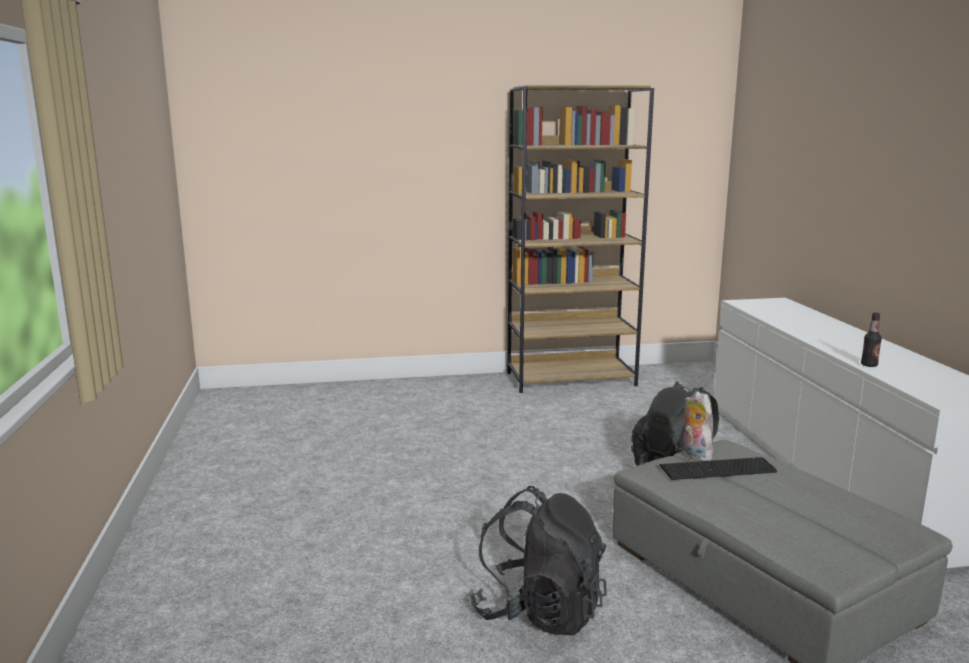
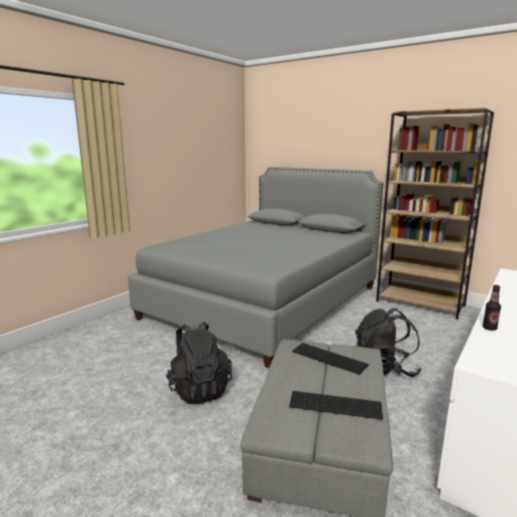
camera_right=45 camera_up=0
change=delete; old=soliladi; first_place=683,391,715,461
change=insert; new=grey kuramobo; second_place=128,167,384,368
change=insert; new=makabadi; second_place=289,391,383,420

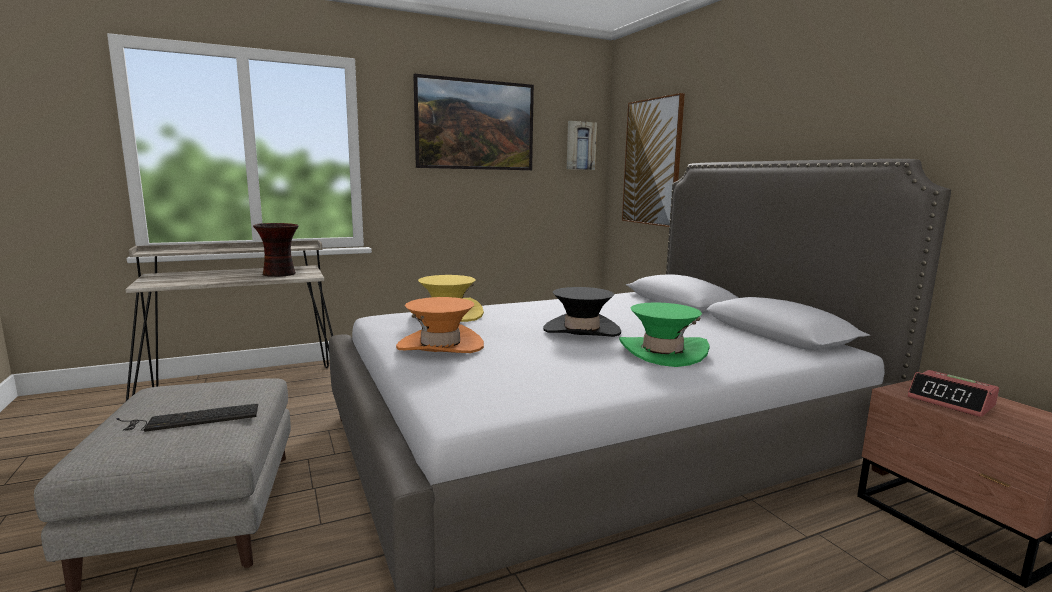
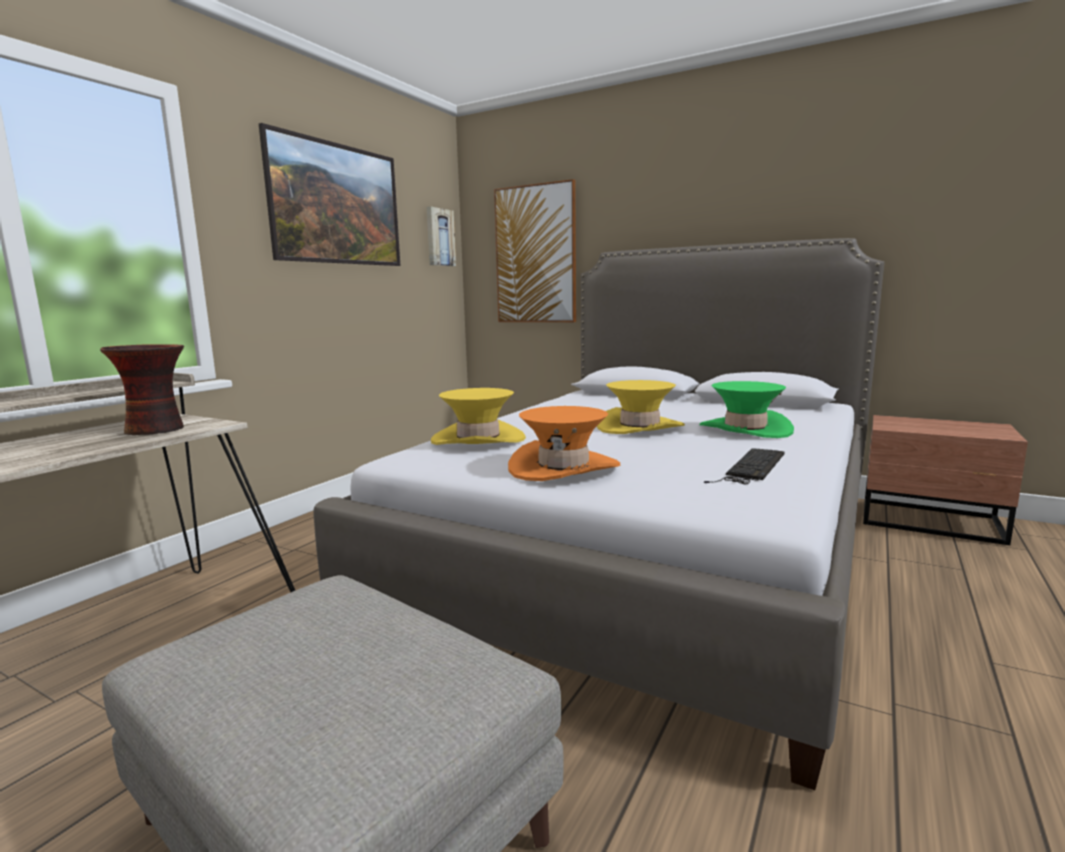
camera_right=-35 camera_up=0
change=delete; old=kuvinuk; first_place=907,370,999,417
change=move; old=makabadi; first_place=116,404,258,432; second_place=704,448,785,484
change=recolor; old=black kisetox; new=yellow kisetox; first_place=543,287,621,337; second_place=597,380,685,434

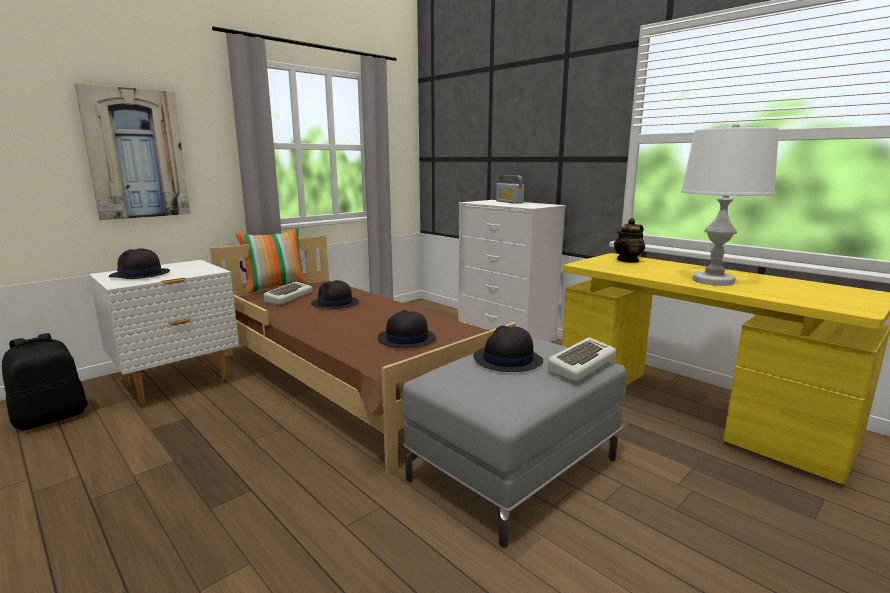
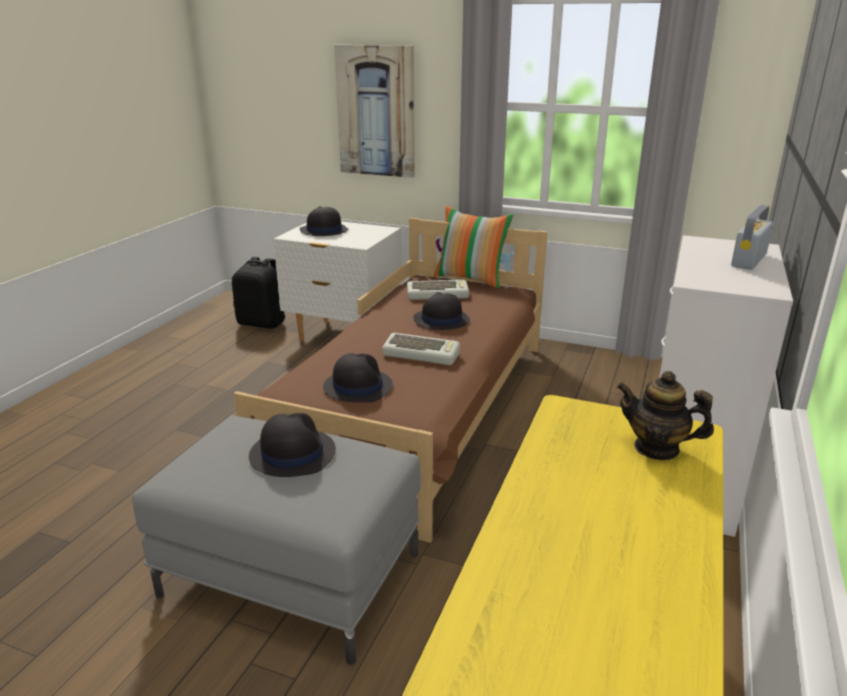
camera_right=65 camera_up=10
change=delete; old=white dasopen; first_place=681,123,779,286
change=move; old=makabadi; first_place=547,337,616,382; second_place=382,333,460,365

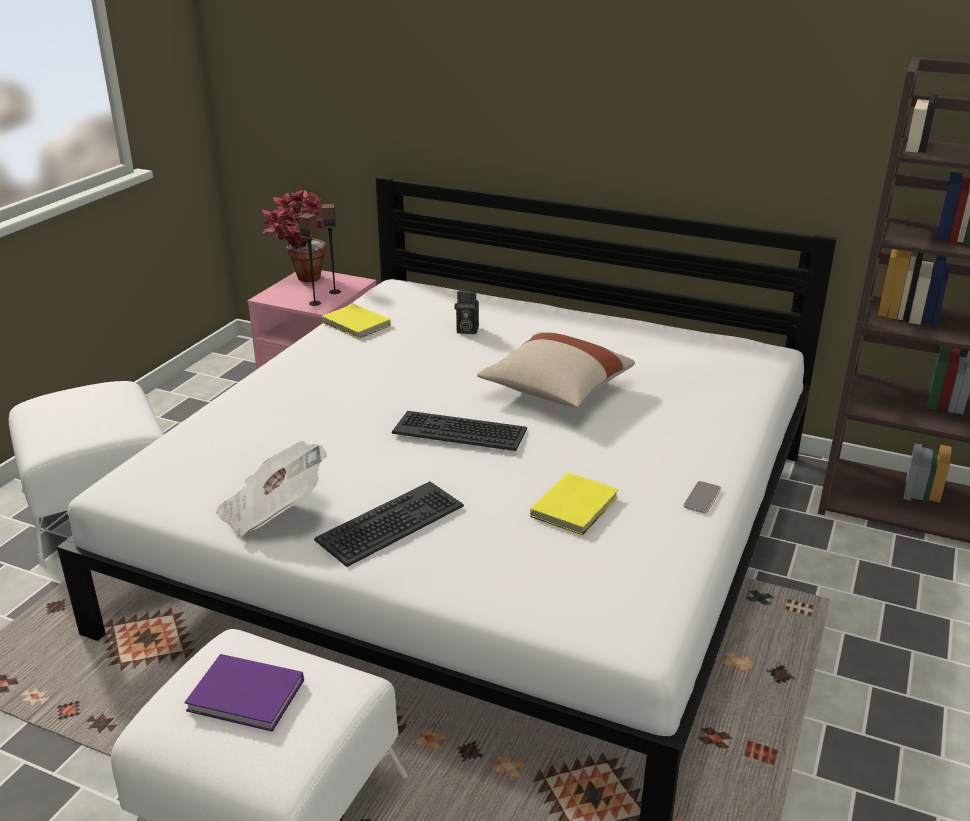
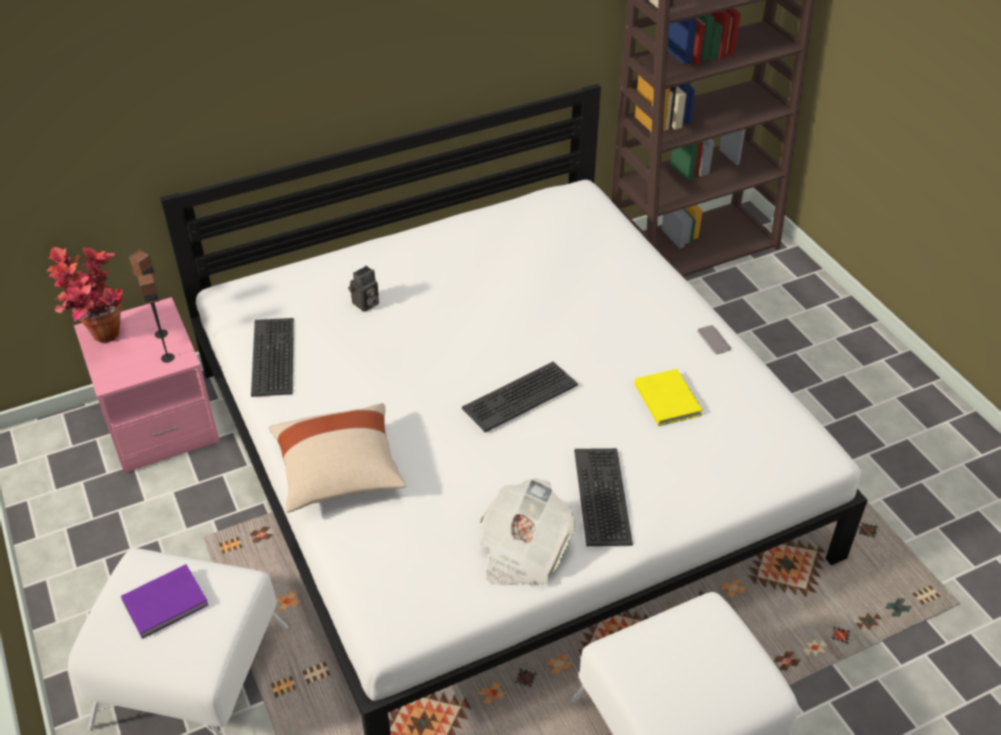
camera_right=-50 camera_up=15
change=move; old=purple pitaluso; first_place=184,654,304,732; second_place=121,564,208,639
change=move; old=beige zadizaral; first_place=477,332,635,408; second_place=268,403,406,513
change=replace; old=yellow pitaluso; new=makabadi; first_place=321,304,391,339; second_place=251,318,294,397

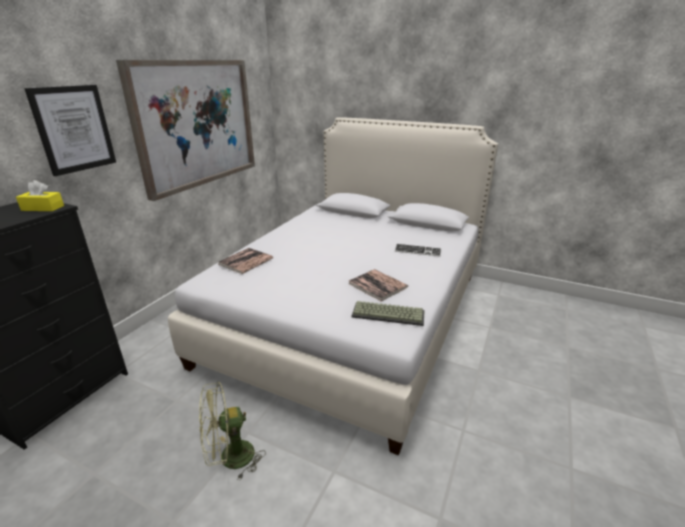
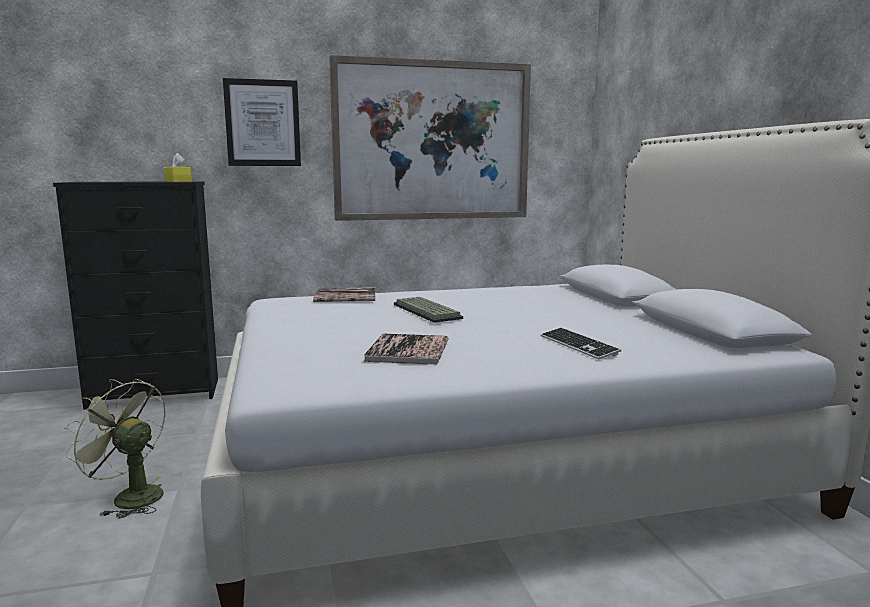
camera_right=50 camera_up=-15
change=move; old=makabadi; first_place=352,301,425,326; second_place=394,297,463,323

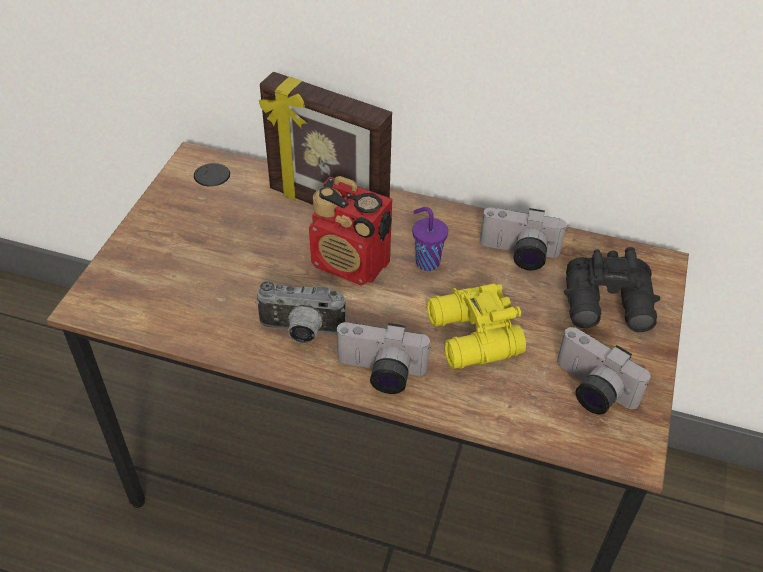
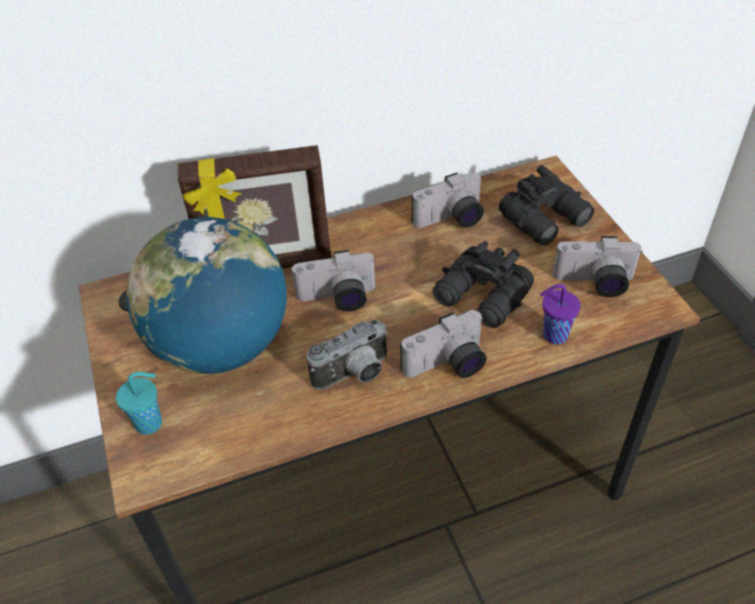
camera_right=-35 camera_up=0
change=insert; new=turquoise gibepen; second_place=116,372,162,435
change=insert; new=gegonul; second_place=126,217,287,374
change=move; old=purple gibepen; first_place=412,207,448,271; second_place=540,284,581,344
change=replace; old=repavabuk; new=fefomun; first_place=309,176,392,286; second_place=291,250,375,311
change=recolor; old=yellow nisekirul; new=black nisekirul; first_place=427,283,526,369; second_place=433,241,534,328

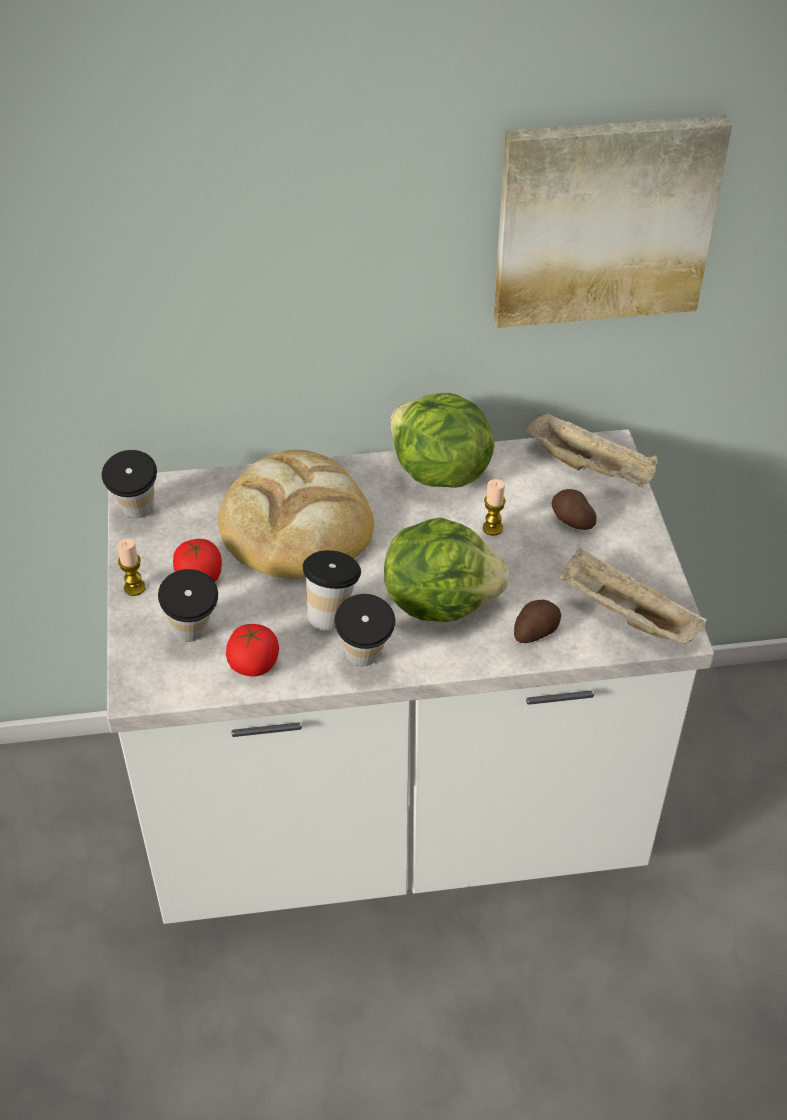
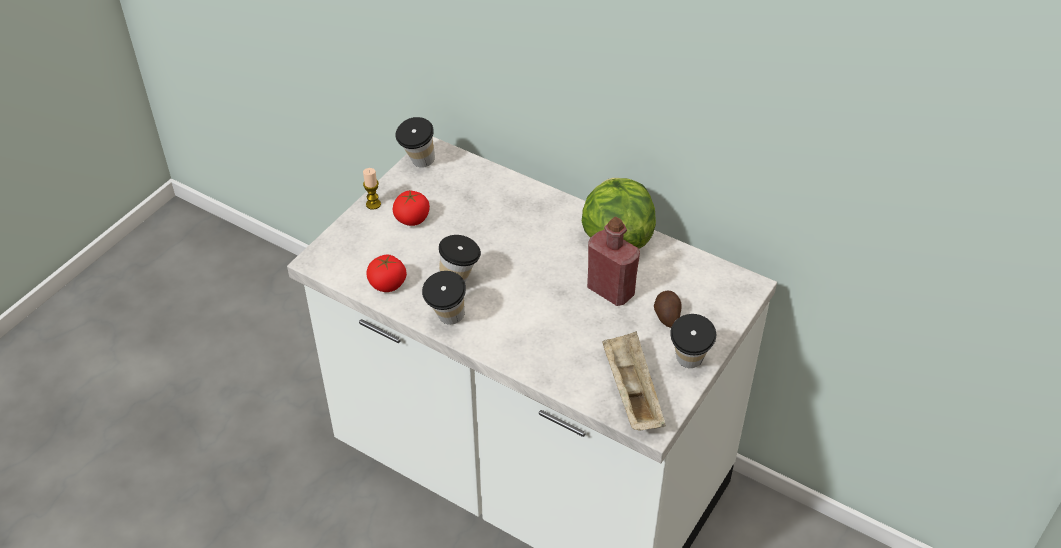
camera_right=40 camera_up=0
change=delete; old=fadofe; first_place=218,450,374,579
change=delete; old=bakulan; first_place=384,517,510,622
change=delete; old=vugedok; first_place=494,115,732,328
change=delete; old=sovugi; first_place=514,600,561,643
change=delete; old=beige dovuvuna; first_place=525,411,658,487
change=move; old=gibepen; first_place=158,569,218,642; second_place=670,314,716,368
change=replace; old=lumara; new=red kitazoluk; first_place=483,479,506,536; second_place=587,217,640,306

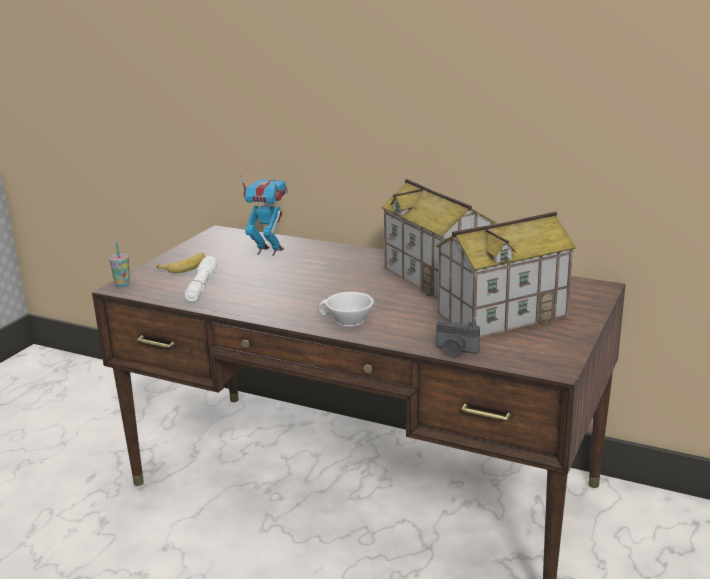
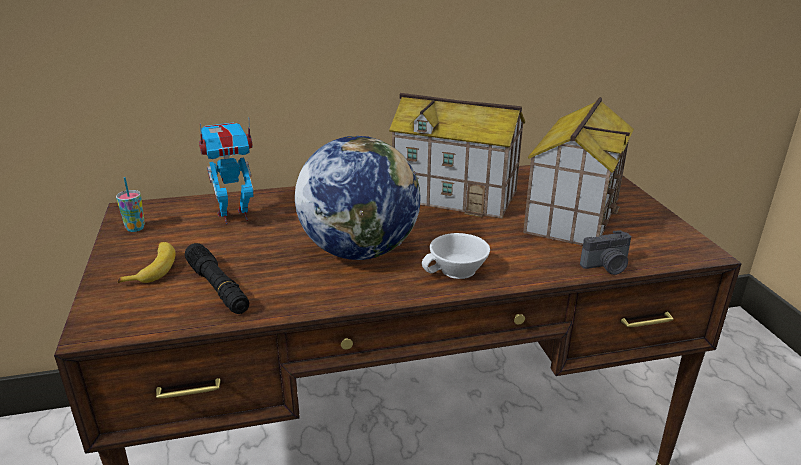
camera_right=-40 camera_up=5
change=insert; new=gegonul; second_place=295,136,421,260
change=move; old=gibepen; first_place=109,242,130,287; second_place=116,177,145,232
change=recolor; old=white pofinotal; new=black pofinotal; first_place=185,256,217,301; second_place=185,243,249,314

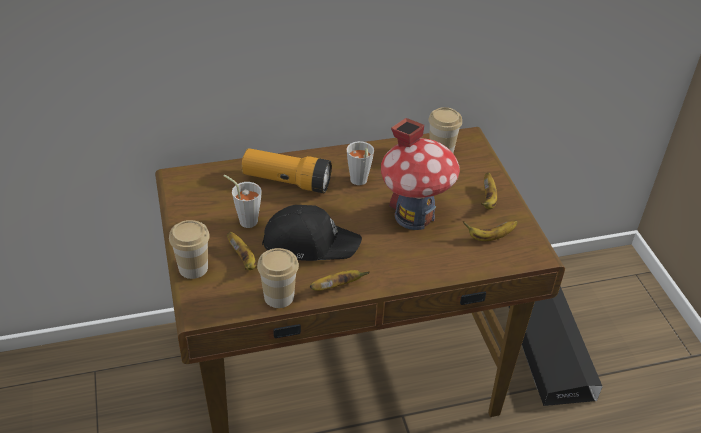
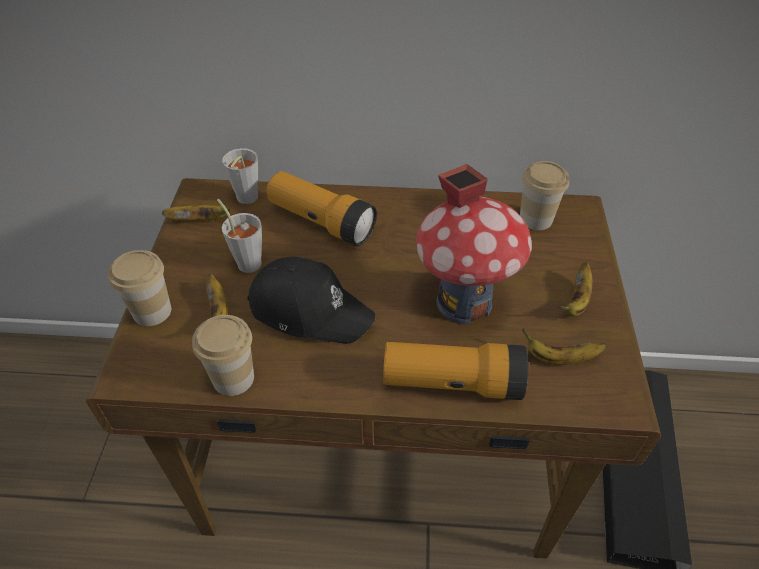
camera_right=20 camera_up=5
change=insert; new=pofinotal; second_place=383,342,528,400
change=move; old=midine; first_place=310,270,370,291; second_place=162,205,230,221
change=move; old=grey gibepen; first_place=346,141,374,185; second_place=222,148,258,204

